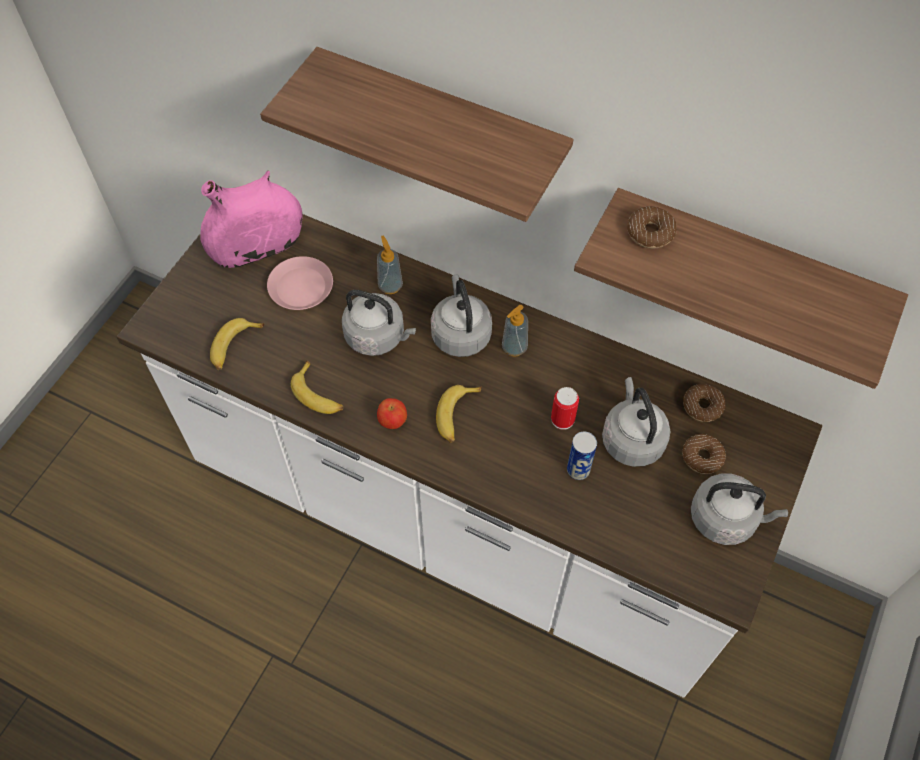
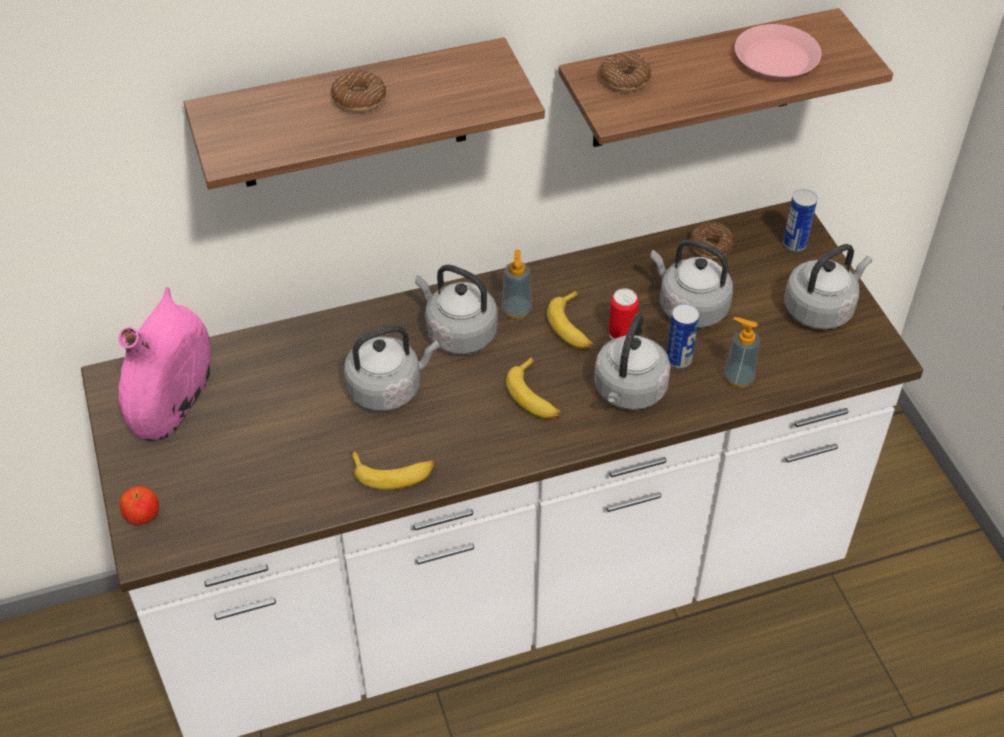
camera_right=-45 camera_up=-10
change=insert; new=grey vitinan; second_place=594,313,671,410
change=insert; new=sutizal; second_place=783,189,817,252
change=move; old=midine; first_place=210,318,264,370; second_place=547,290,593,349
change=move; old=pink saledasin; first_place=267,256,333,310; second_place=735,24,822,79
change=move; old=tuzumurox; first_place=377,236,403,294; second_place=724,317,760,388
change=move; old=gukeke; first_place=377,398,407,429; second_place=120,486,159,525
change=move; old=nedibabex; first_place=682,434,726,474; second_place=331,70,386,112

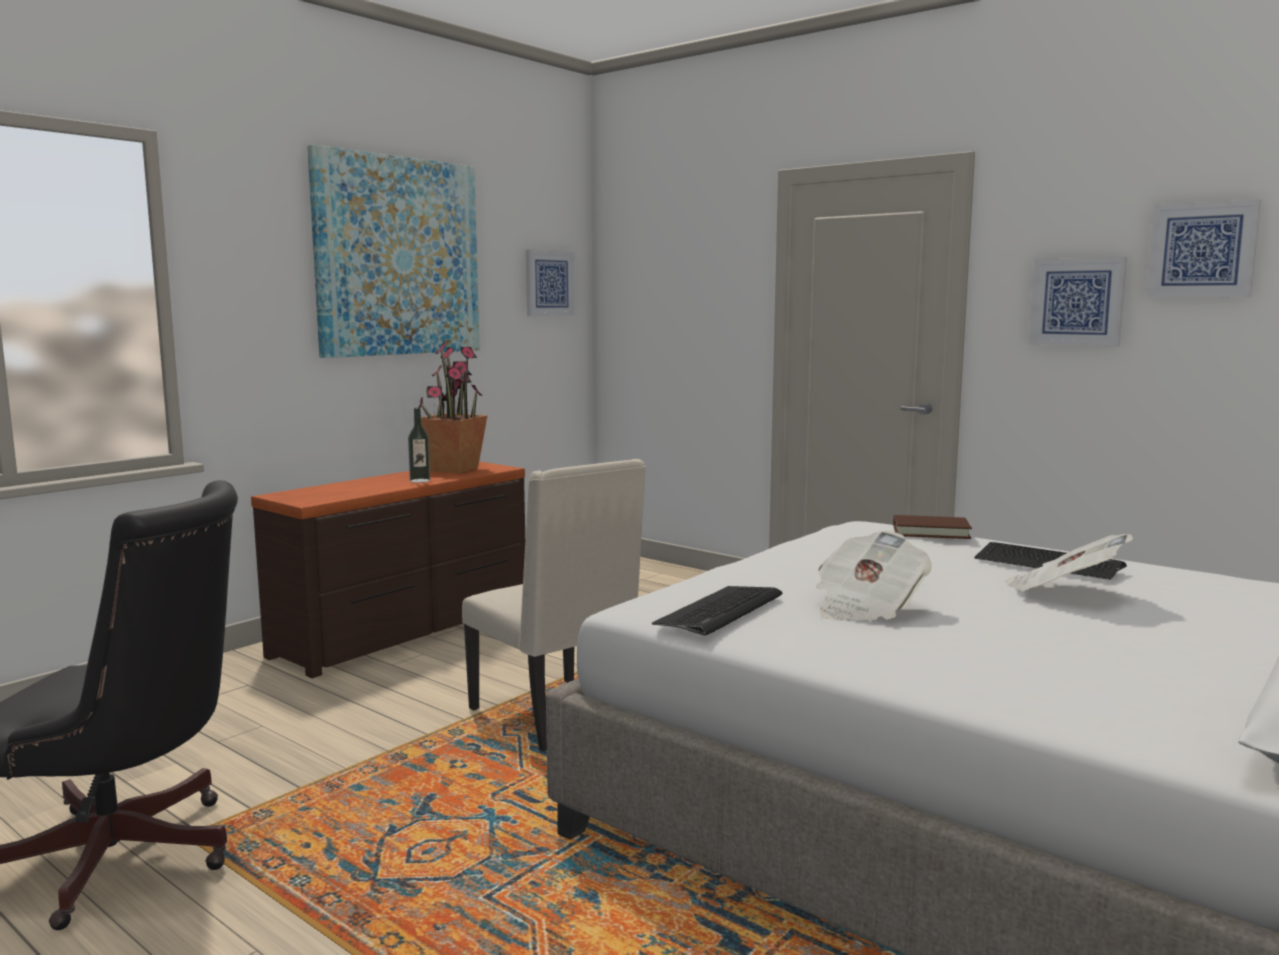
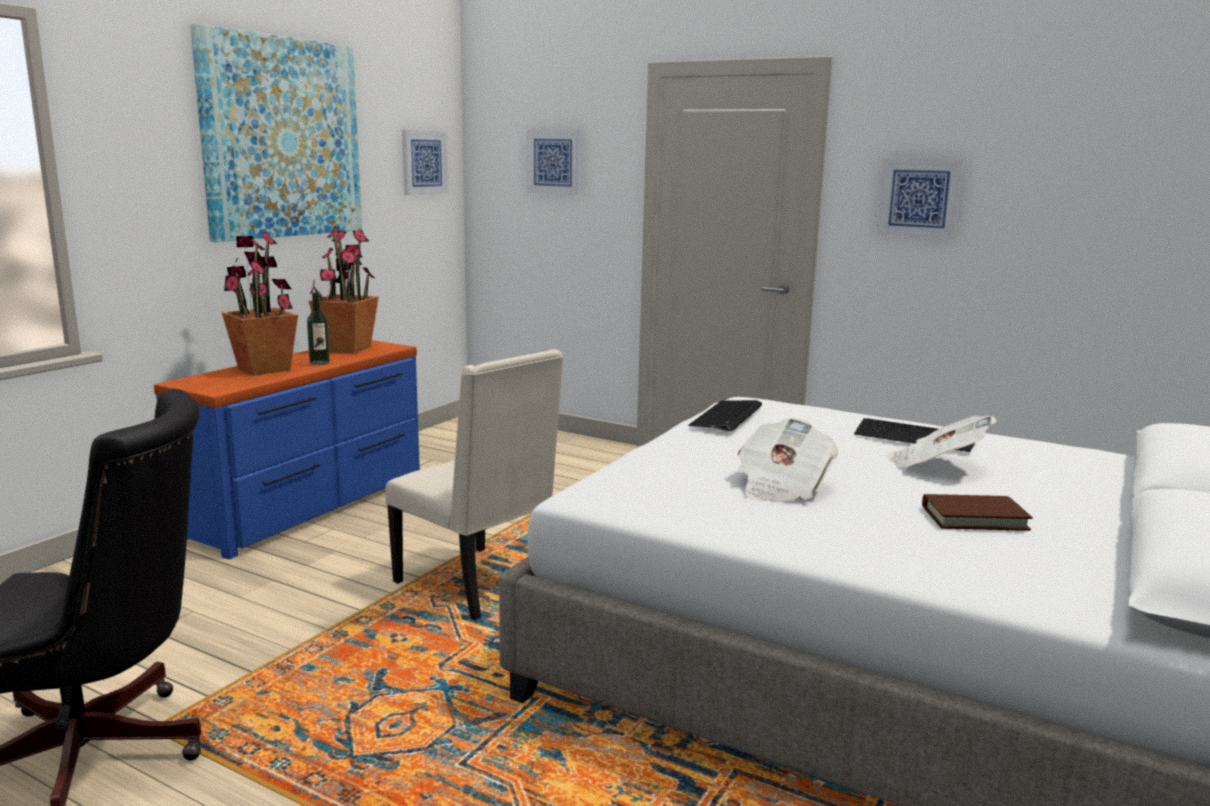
camera_right=-10 camera_up=5
change=insert; new=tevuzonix; second_place=222,232,298,376
change=move; old=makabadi; first_place=652,586,783,635; second_place=689,400,762,431
change=move; old=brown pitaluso; first_place=893,515,972,539; second_place=922,494,1033,531
change=move; old=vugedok; first_place=1146,199,1261,298; second_place=526,130,581,195
change=recolor; old=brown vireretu; new=blue vireretu; first_place=251,461,525,678; second_place=154,340,420,559

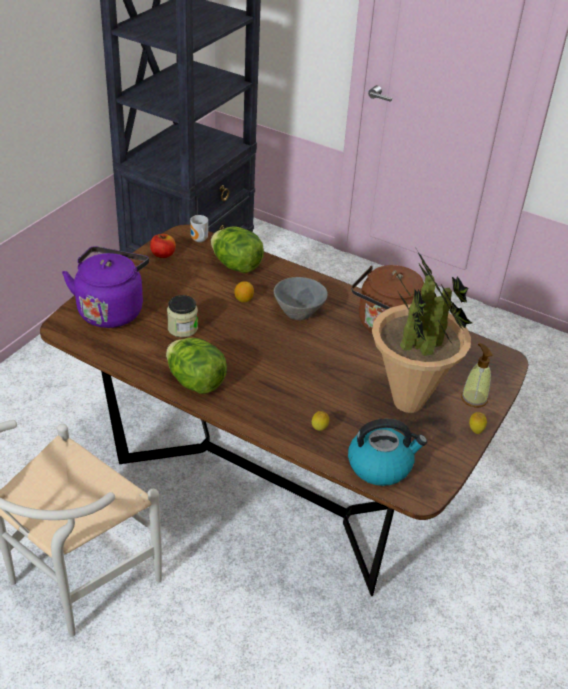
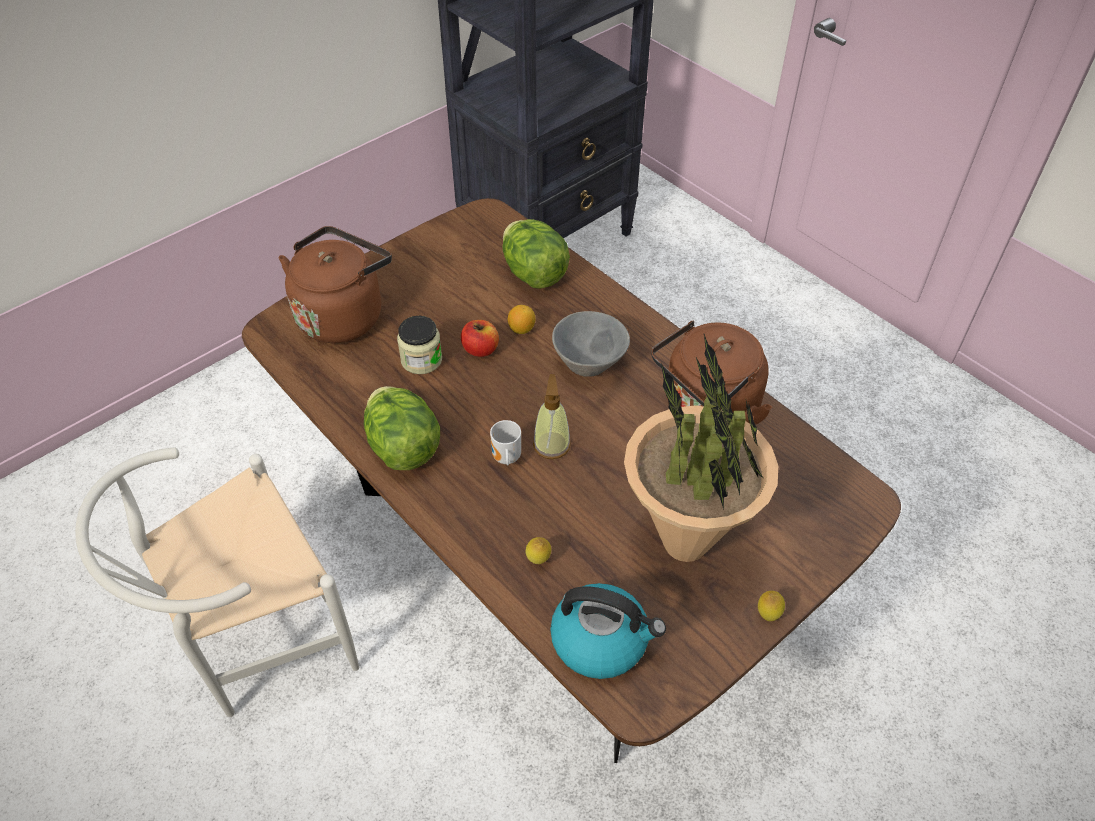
camera_right=20 camera_up=10
change=move; old=gukeke; first_place=150,234,176,258; second_place=461,320,499,357
change=move; old=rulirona; first_place=190,215,208,242; second_place=490,420,521,466
change=move; old=tuzumurox; first_place=461,343,493,407; second_place=533,374,571,459
change=recolor; old=purple vitinan; new=brown vitinan; first_place=62,246,149,328; second_place=279,226,392,343

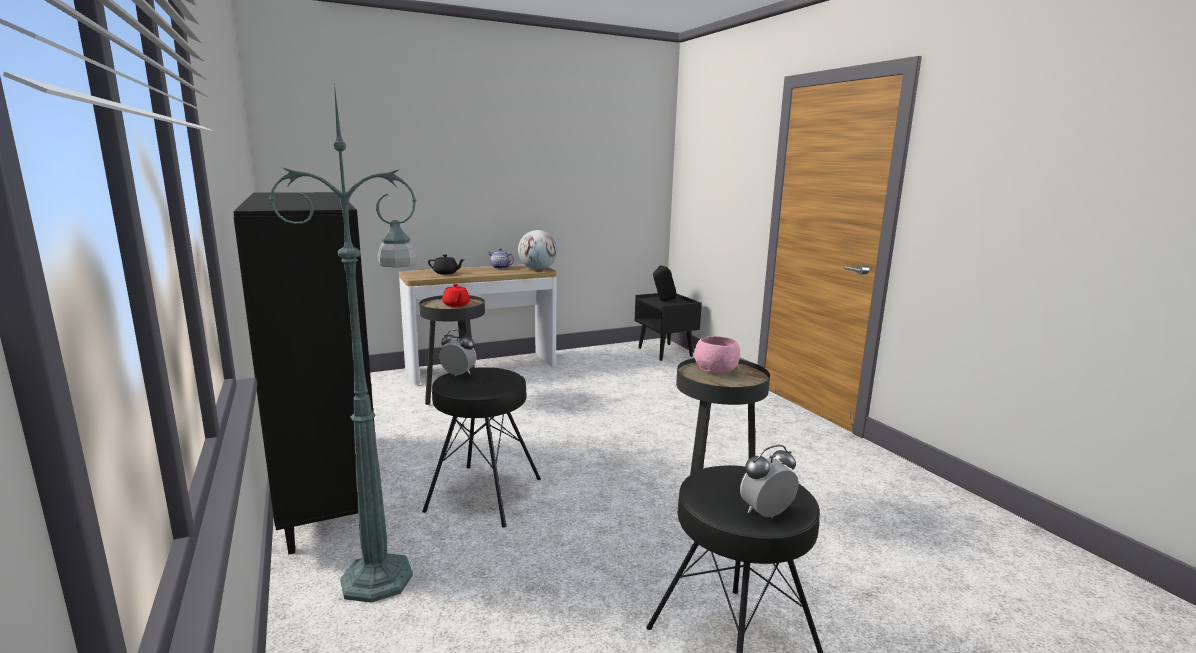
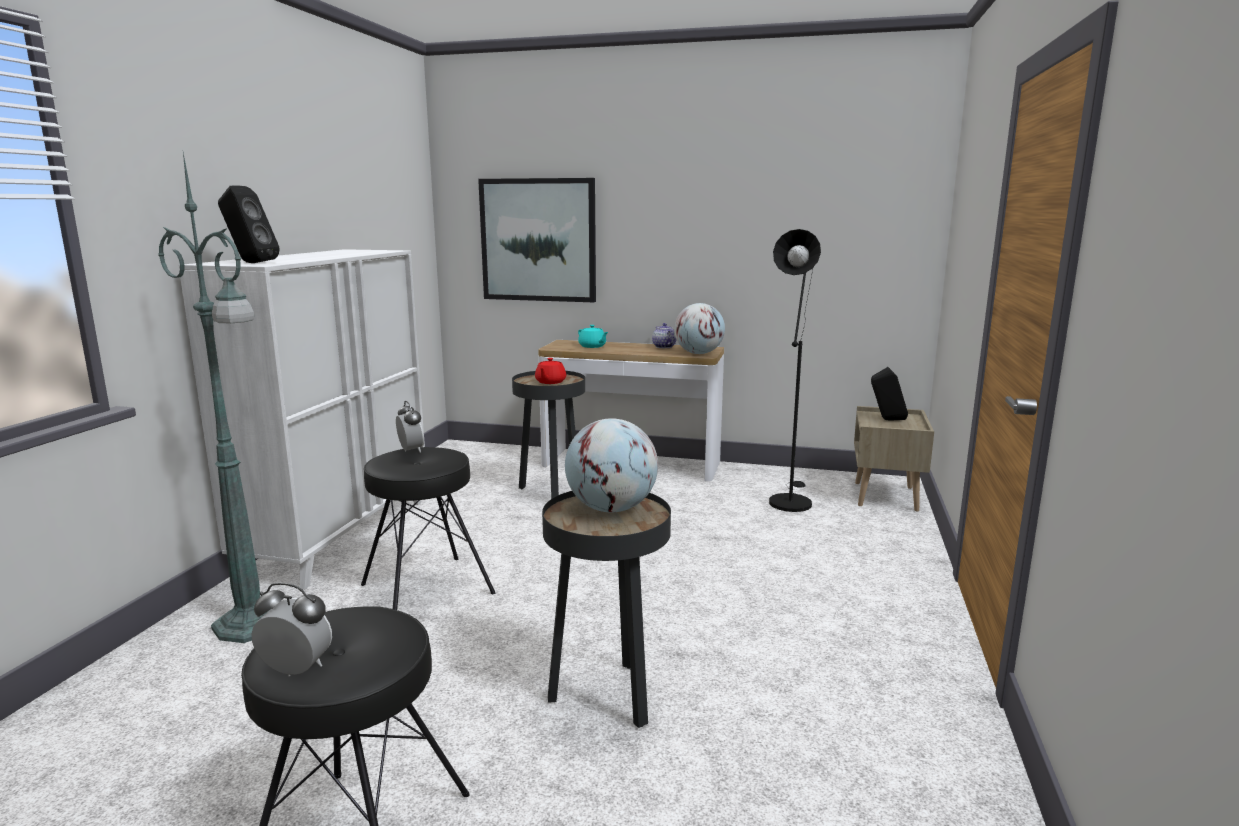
camera_right=40 camera_up=0
change=insert; new=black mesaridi; second_place=218,185,280,263
change=insert; new=vugedok; second_place=478,178,596,302
change=insert; new=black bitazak; second_place=769,229,821,512
change=replace; old=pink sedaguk; new=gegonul; first_place=694,336,740,374; second_place=565,418,658,512
change=recolor; old=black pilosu; new=white pilosu; first_place=233,192,376,554; second_place=179,249,425,590
change=recolor; old=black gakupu; new=turquoise gakupu; first_place=428,254,465,274; second_place=578,325,608,348
change=recolor; old=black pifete; new=beige pifete; first_place=635,293,702,361; second_place=854,406,934,512

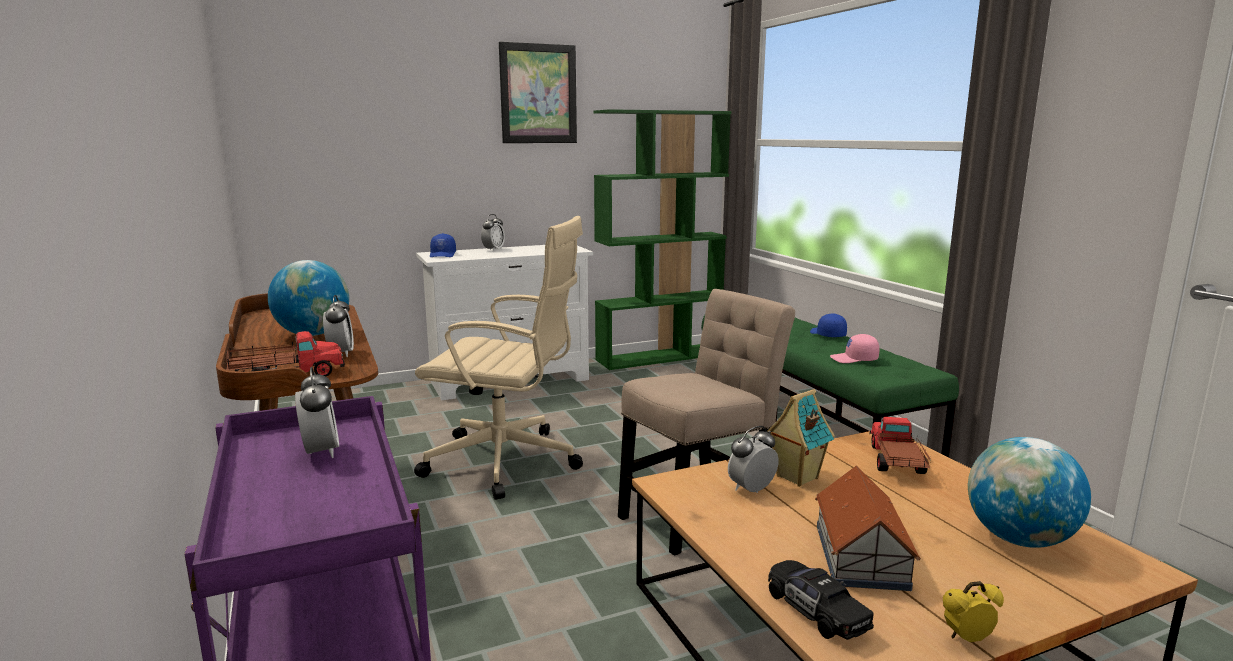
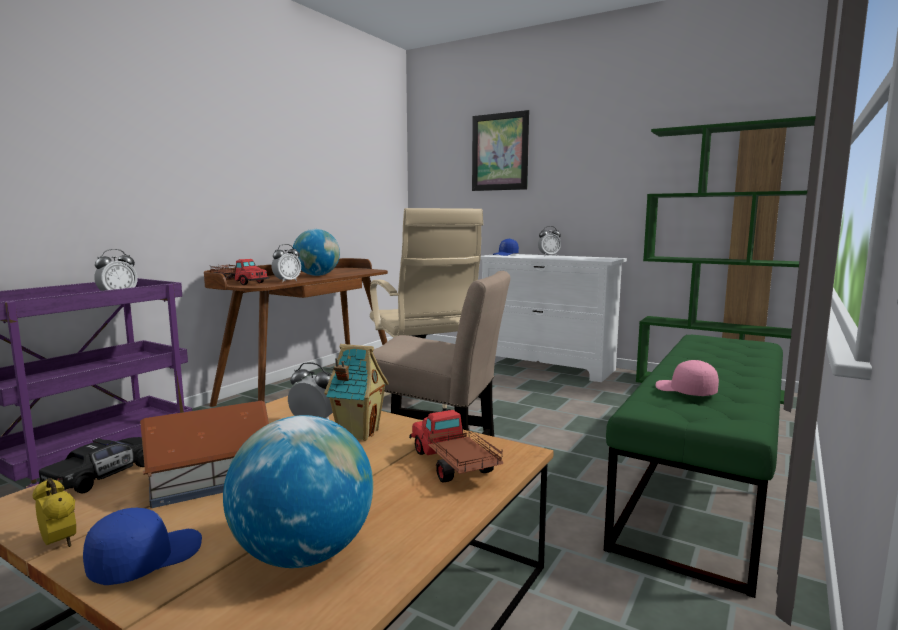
camera_right=55 camera_up=-5
change=move; old=vugedok; first_place=499,42,577,143; second_place=472,110,529,191
change=move; old=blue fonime; first_place=810,313,847,337; second_place=83,508,202,585
change=rotate; old=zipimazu; first_place=869,417,931,474; second_place=409,410,503,482; degrees=-90

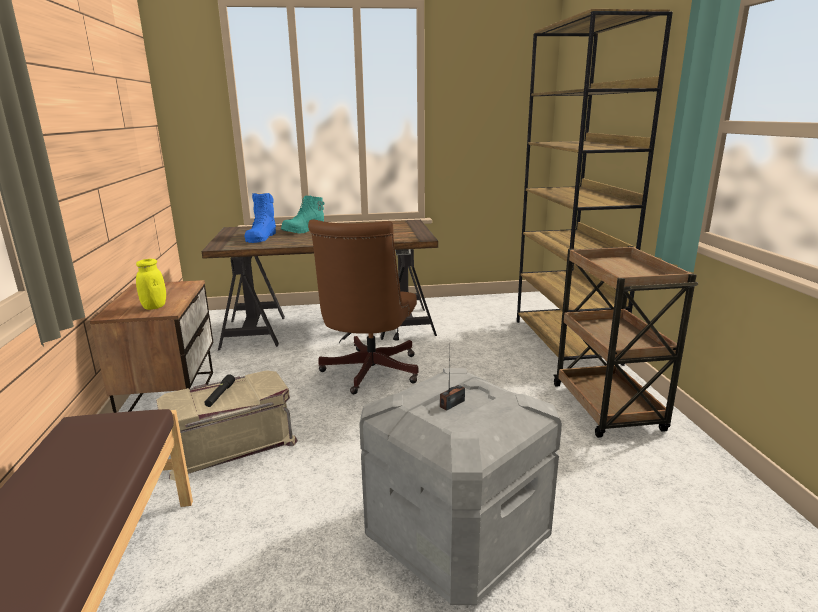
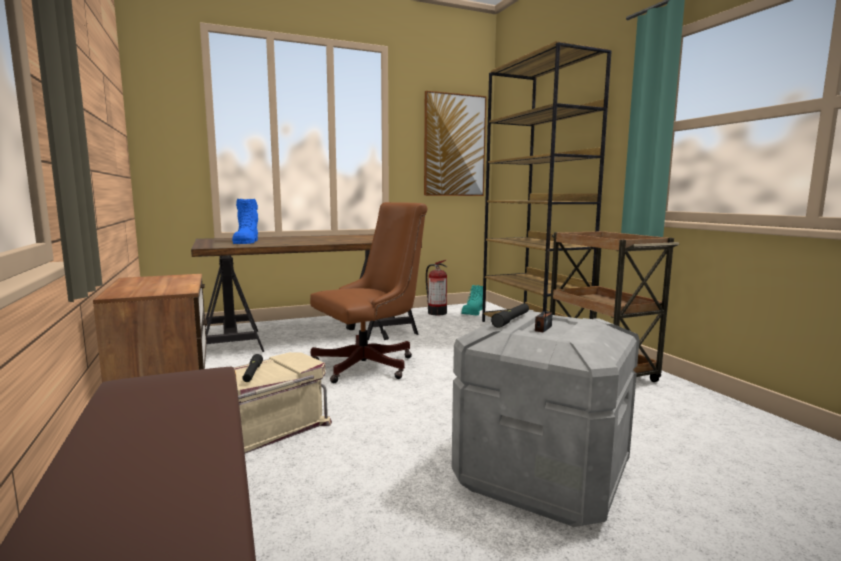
camera_right=-15 camera_up=-10
change=delete; old=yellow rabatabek; first_place=136,259,166,310
change=insert; new=vugedok; second_place=424,91,486,196
change=insert; new=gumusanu; second_place=426,260,447,315
change=insert; new=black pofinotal; second_place=491,303,529,328
change=move; old=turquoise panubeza; first_place=281,196,325,234; second_place=461,285,483,316
change=rotate; old=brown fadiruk; first_place=308,220,419,394; second_place=310,202,428,383; degrees=-120

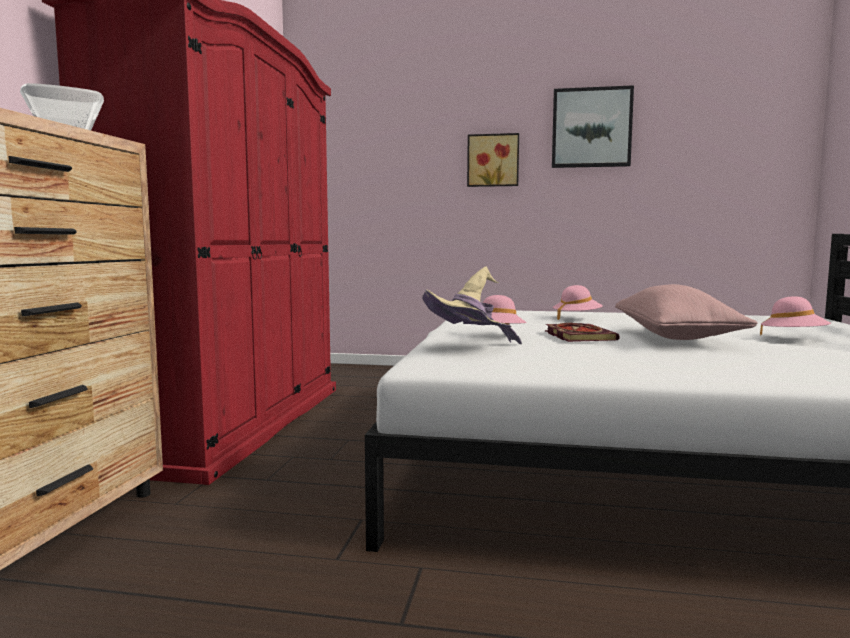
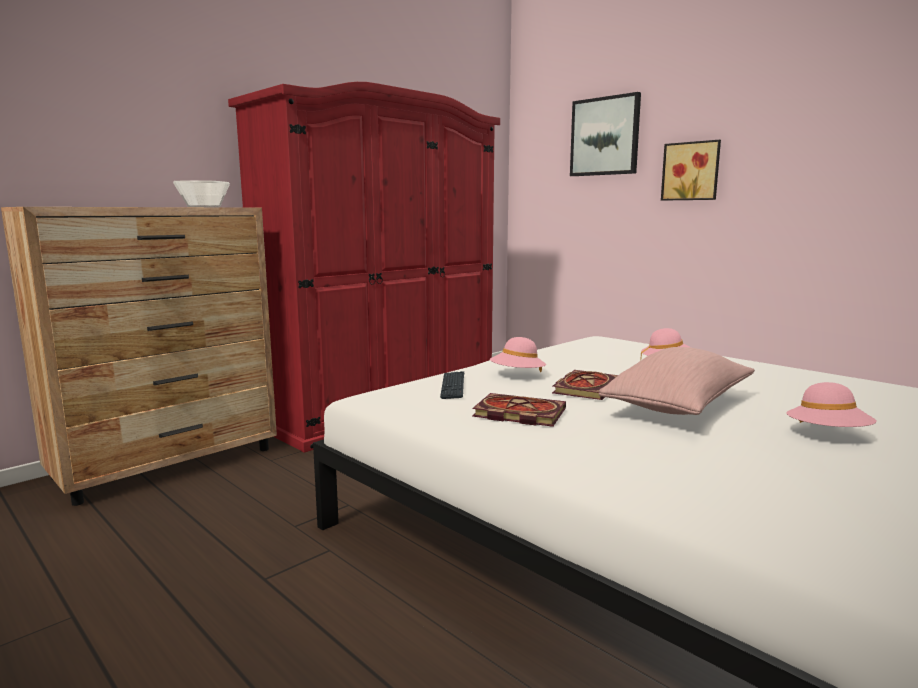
camera_right=35 camera_up=5
change=insert; new=pitaluso; second_place=472,393,566,427
change=move; old=vugedok; first_place=552,85,634,168; second_place=570,92,641,176
change=replace; old=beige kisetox; new=makabadi; first_place=422,267,522,344; second_place=440,371,464,399

